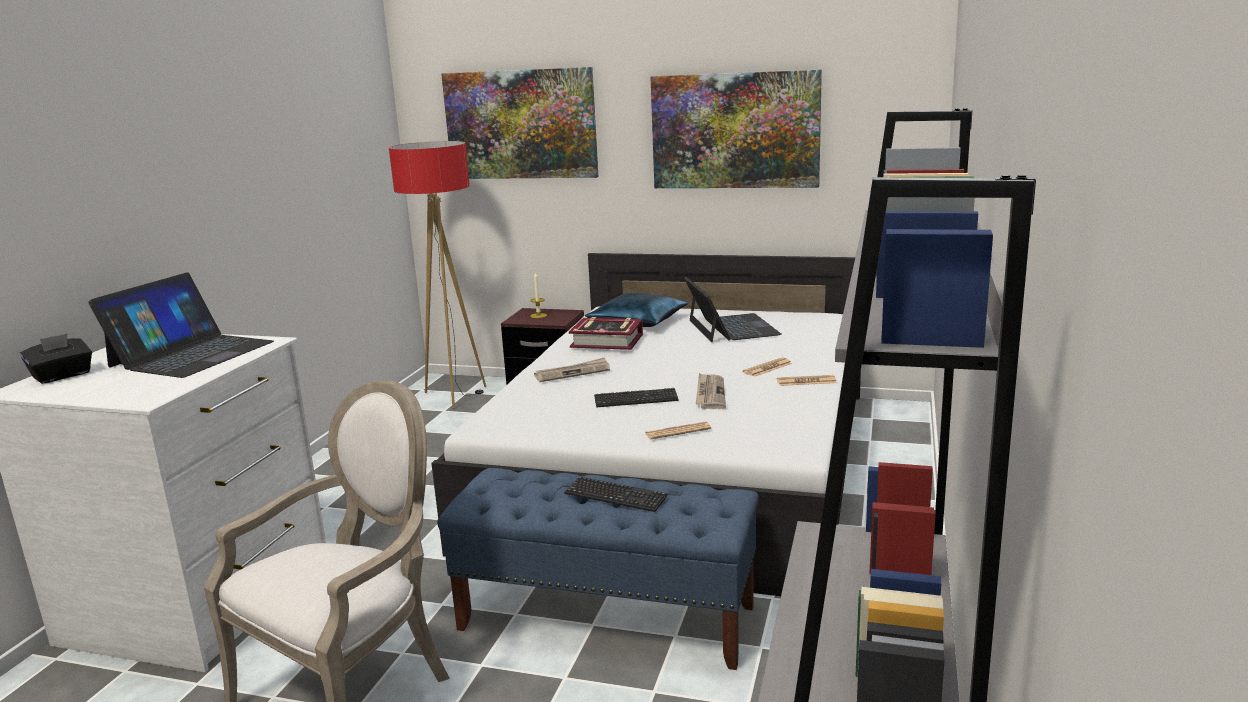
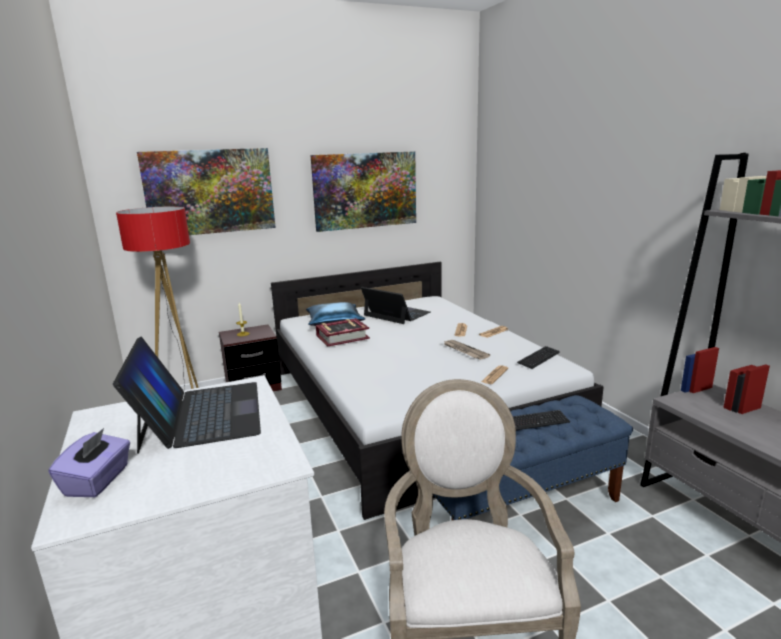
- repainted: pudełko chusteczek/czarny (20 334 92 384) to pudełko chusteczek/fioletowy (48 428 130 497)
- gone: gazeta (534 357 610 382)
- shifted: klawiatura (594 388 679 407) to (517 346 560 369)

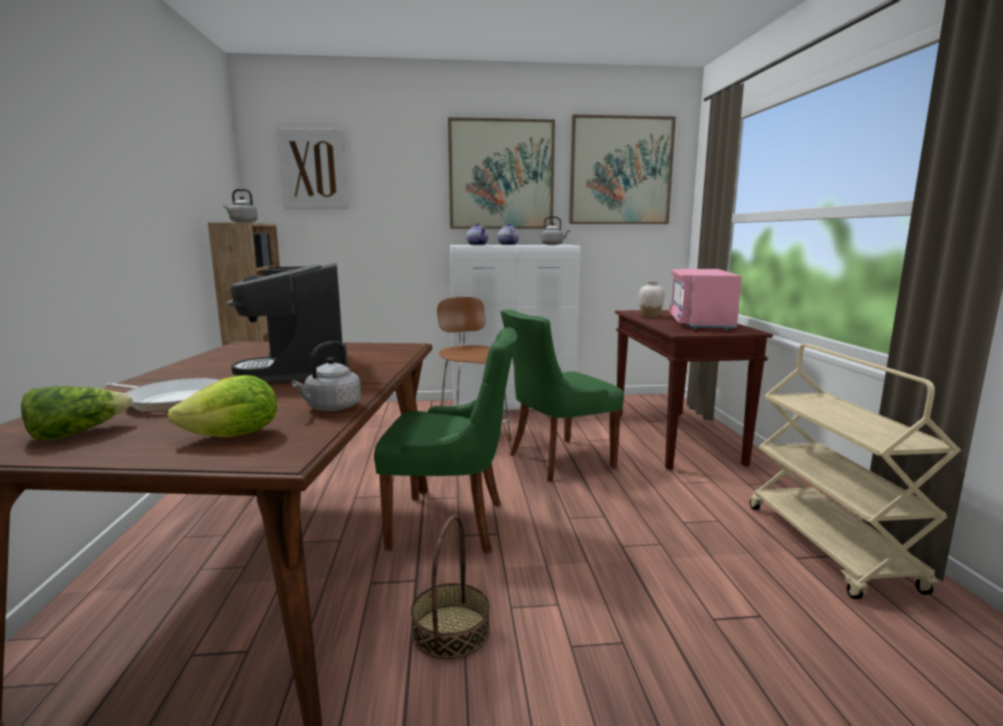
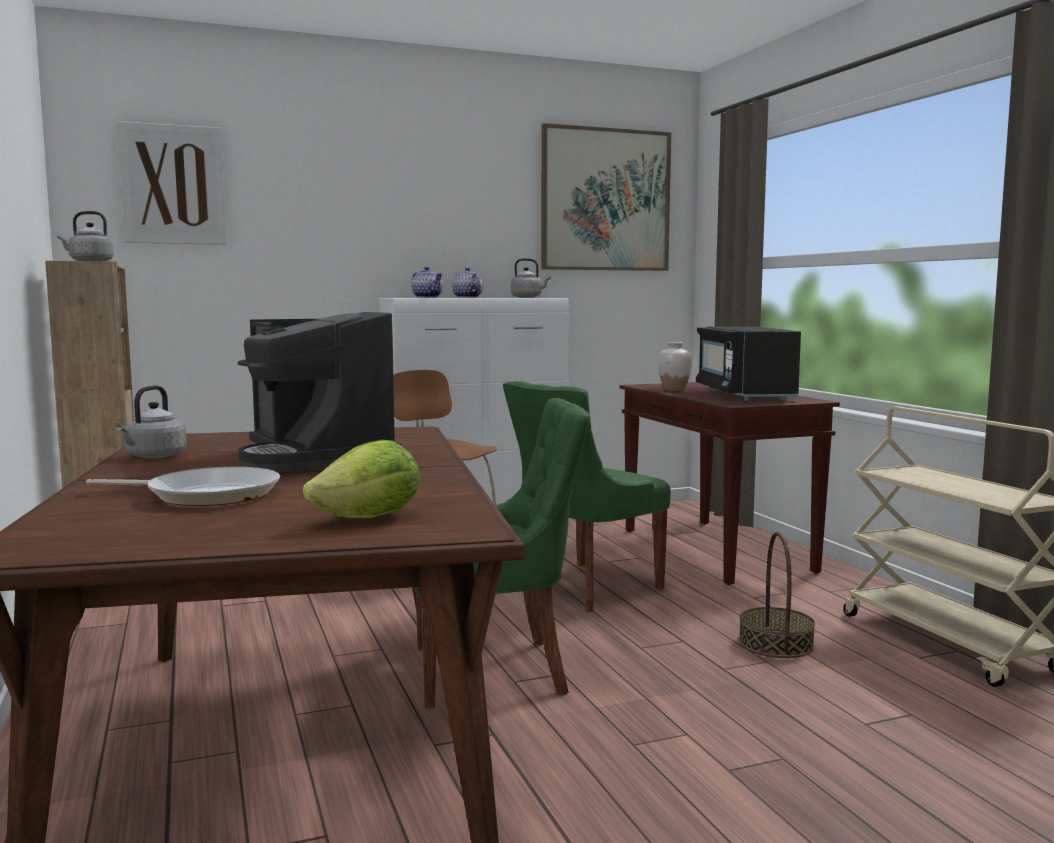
- gone: sałata (21 386 133 441)
- shifted: czajnik/szary (291 341 361 411) to (116 385 187 459)
- shifted: koszyk (411 515 490 659) to (739 532 815 658)
- gone: obraz (448 117 555 229)
- repainted: mikrofalówka/różowy (668 269 742 330) to mikrofalówka/czarny (696 326 801 401)

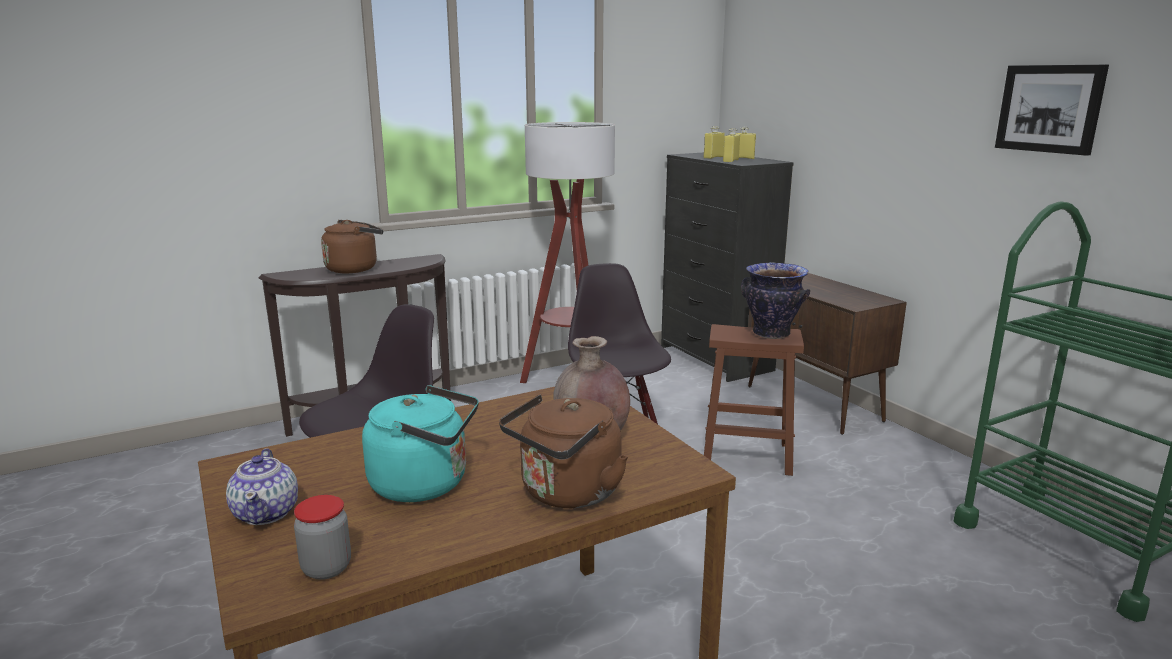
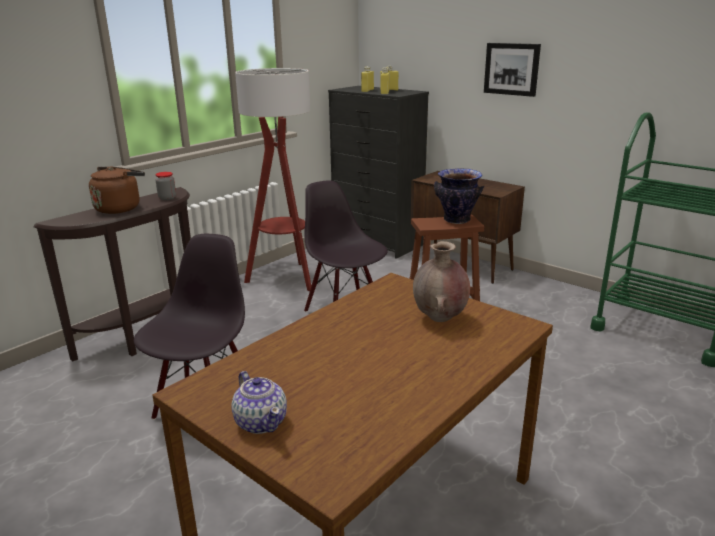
- shifted: słoik (294 495 351 580) to (155 172 176 200)
- gone: czajnik/turkusowy (362 385 479 502)
- gone: czajnik/brązowy (499 394 628 508)
- shifted: obraz (995 65 1109 156) to (484 43 541 97)

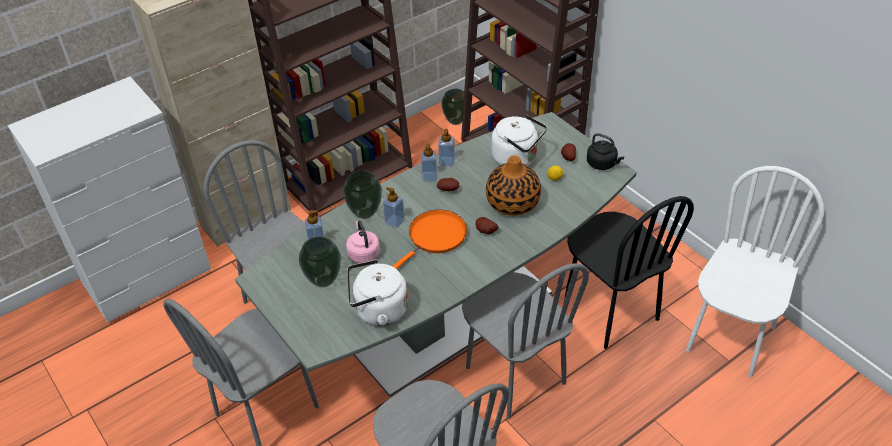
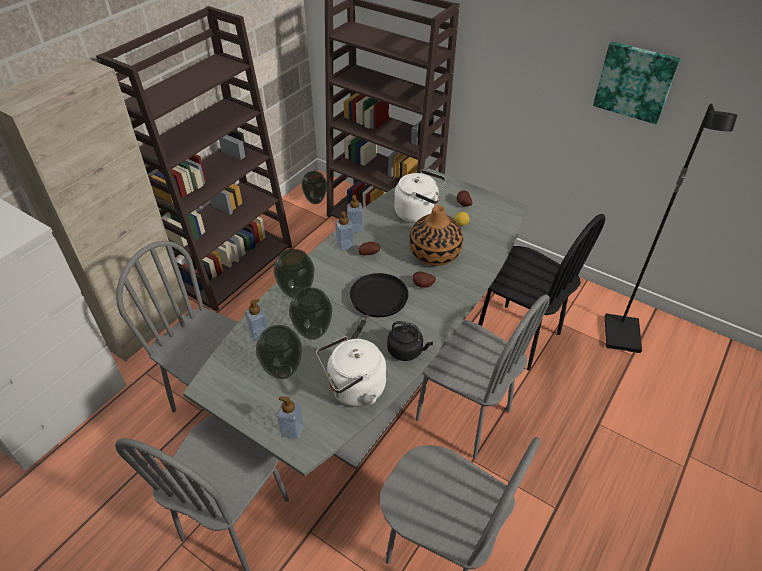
- swapped: czajnik/różowy (346 221 380 263) to wazon (289 287 333 340)
- shifted: dozownik mydła (383 187 405 228) to (277 397 304 439)
- repainted: patelnia/pomarańczowy (393 210 467 269) to patelnia/czarny (350 273 409 339)
- shifted: czajnik/czarny (587 133 624 170) to (387 321 433 361)
- swapped: krzesło/biały (686 166 824 378) to lampa stojąca/czarny (605 104 737 353)
- new: obraz (593 42 680 124)

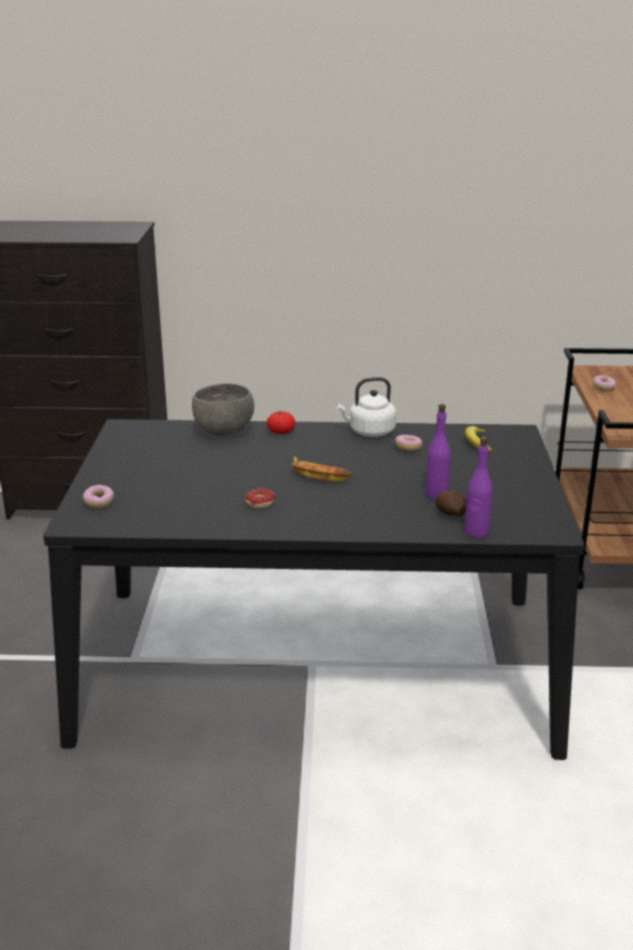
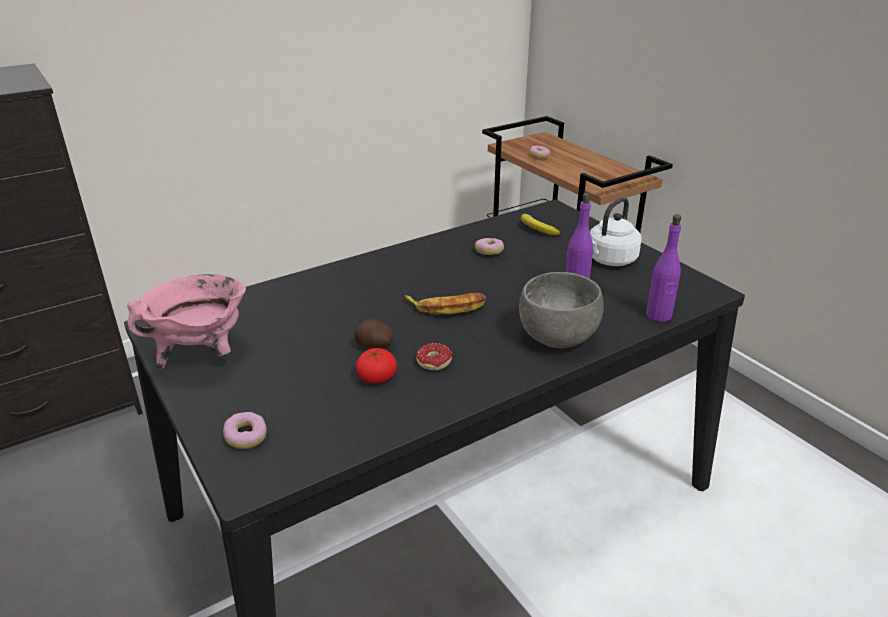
- shifted: miska/szary (192 383 254 436) to (519 272 604 348)
- shifted: pomidor (266 411 295 434) to (356 348 397 384)
- shifted: czajnik/biały (336 377 396 437) to (590 197 642 266)
- shifted: ziemniak (436 489 467 516) to (354 319 393 348)
- new: garnek/różowy (127 274 246 370)

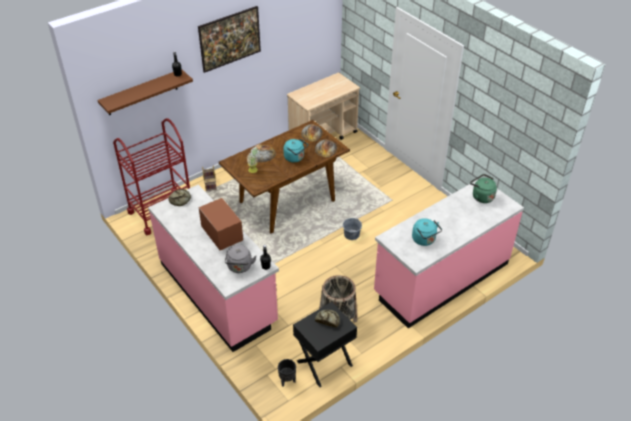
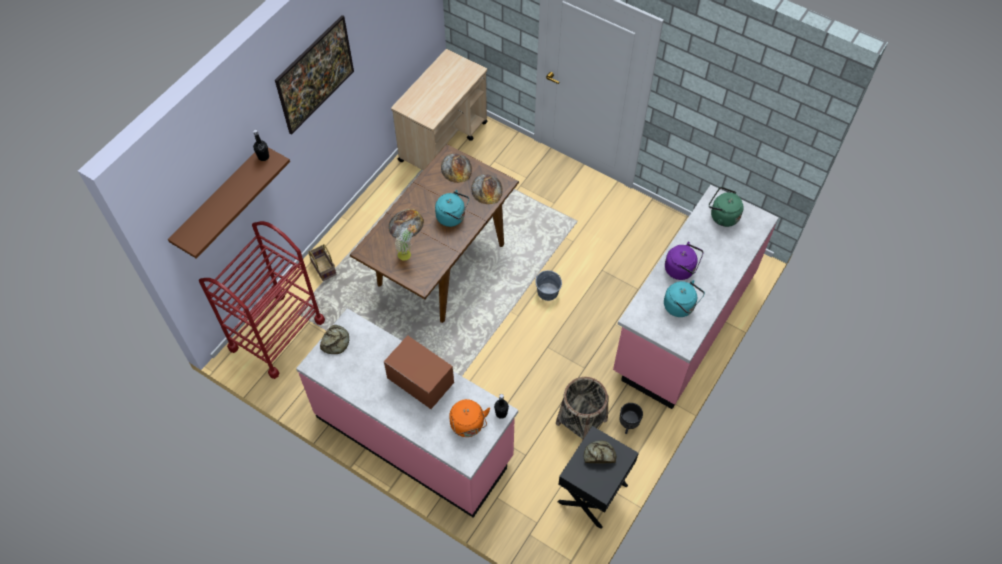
- repainted: czajnik/szary (225 245 257 273) to czajnik/pomarańczowy (449 399 490 437)
- shifted: donica/czarny (278 359 296 387) to (619 403 643 434)
- new: czajnik/fioletowy (665 241 704 280)

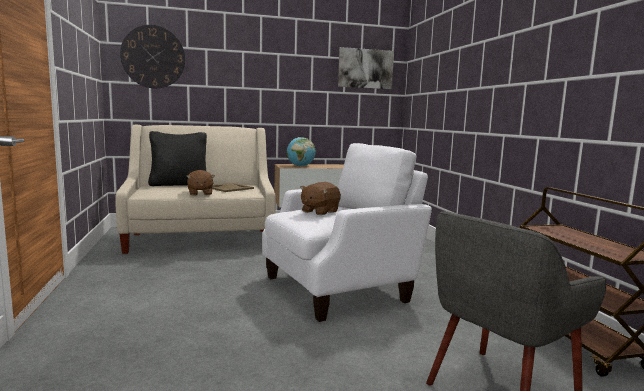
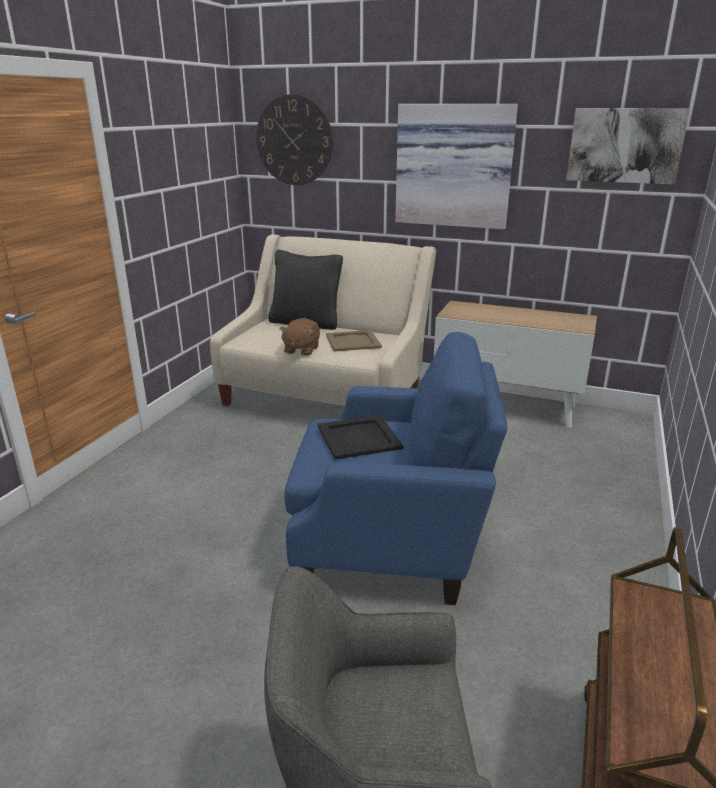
- repainted: fotel/biały (262 143 432 322) to fotel/niebieski (284 332 507 605)
- gone: globus (287 137 316 167)
- swapped: pluszak/brązowy (300 182 341 215) to taca/czarny (318 415 404 460)
- new: obraz (395 104 518 229)

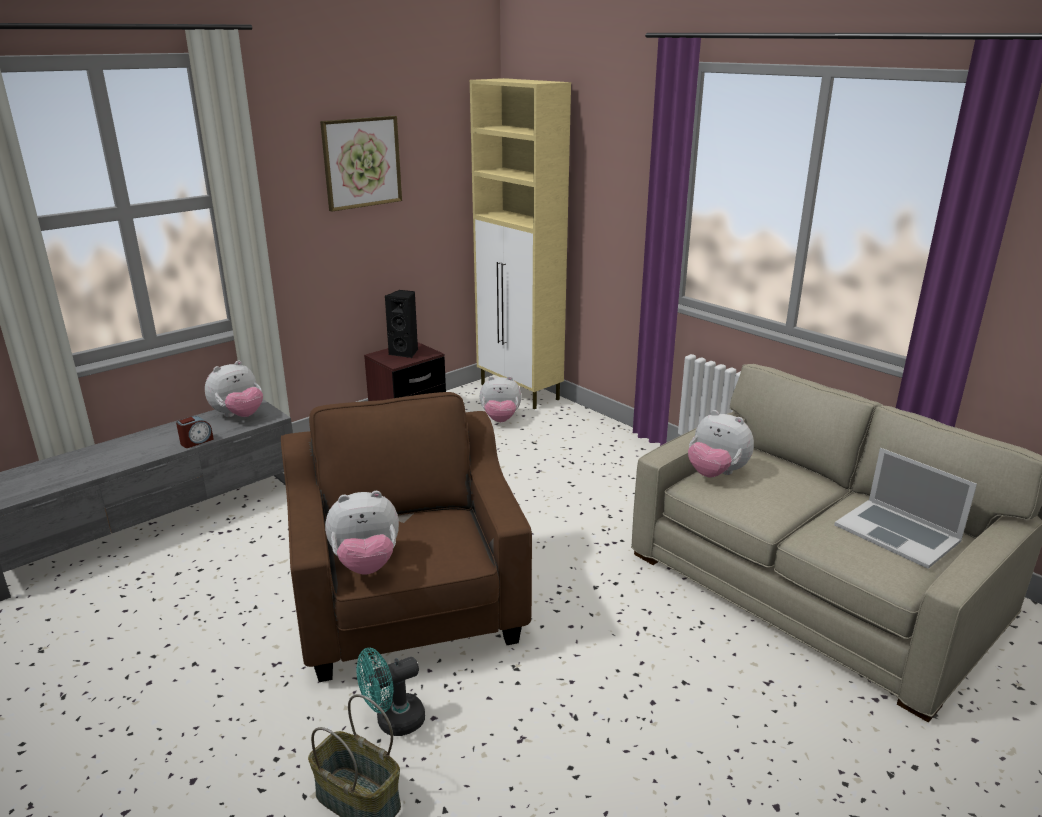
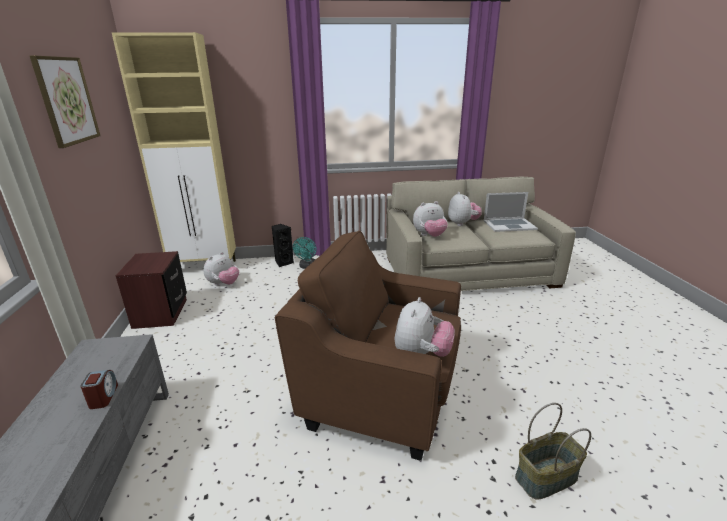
- shifted: pluszak (205 360 263 417) to (448 192 482 226)
- shifted: wentylator/turkusowy (356 648 425 736) to (293 237 316 269)
- shifted: głośnik/czarny (385 290 418 358) to (272 224 294 267)

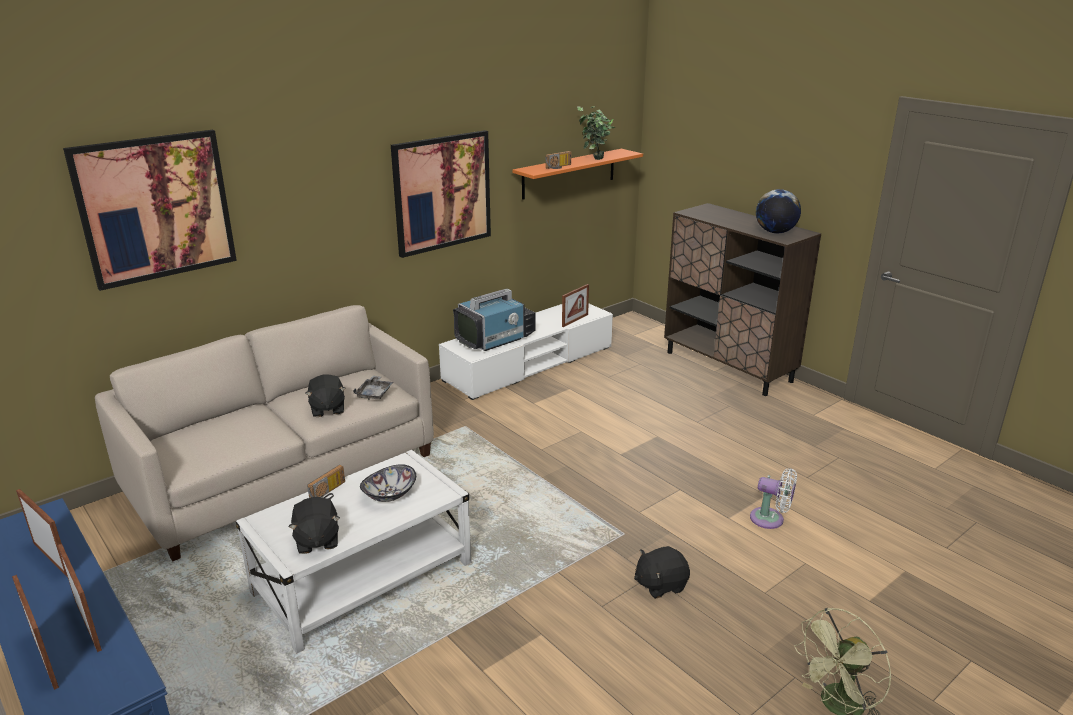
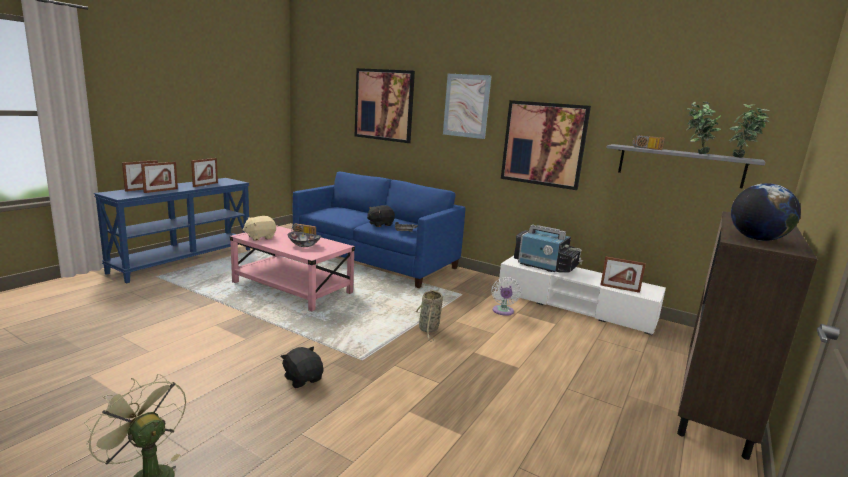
- repainted: kanapa/beżowy (95 305 434 561) to kanapa/niebieski (293 172 466 288)
- repainted: ława/biały (236 450 471 653) to ława/różowy (230 225 355 311)
- repainted: pluszak/czarny (288 497 340 554) to pluszak/beżowy (242 216 276 241)
- repainted: półka/pomarańczowy (512 149 643 200) to półka/szary (606 144 766 189)
- shifted: wentylator/biały (750 468 797 529) to (492 277 521 316)
- new: koszyk (415 289 443 342)
- new: obraz (443 74 491 139)
- new: roślina doniczkowa (729 104 770 158)

